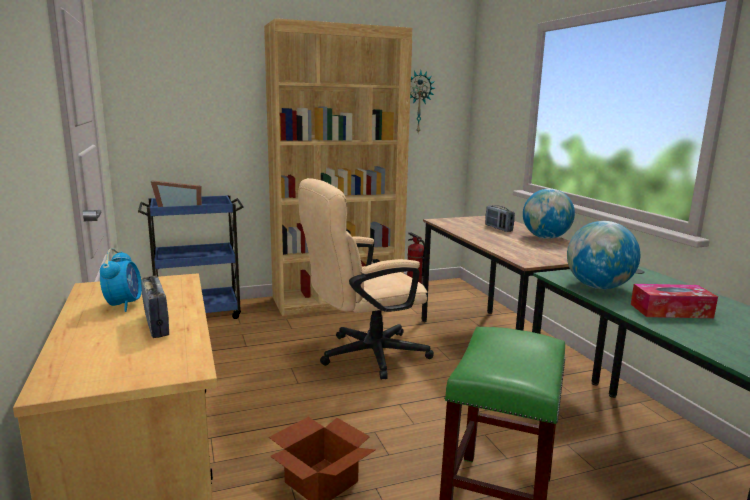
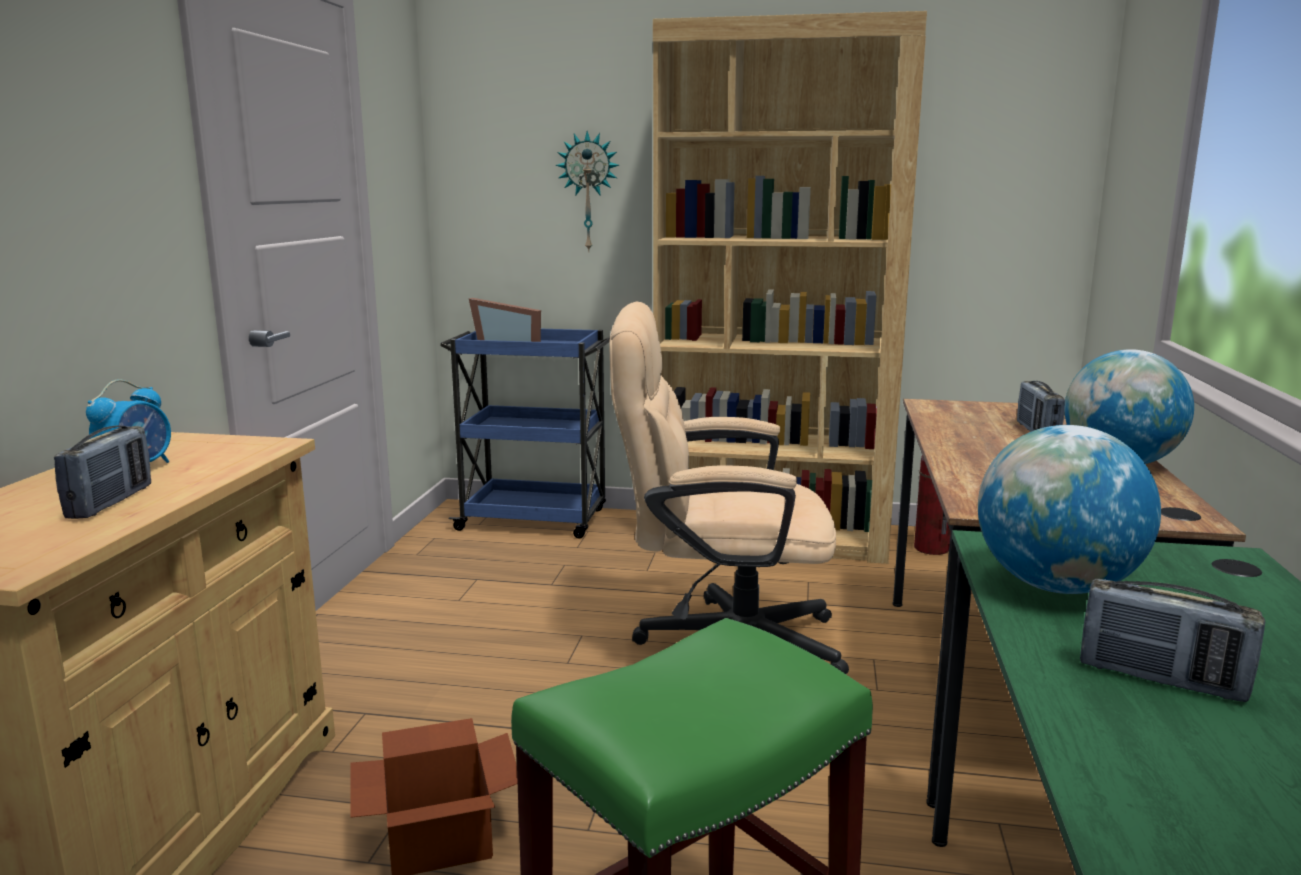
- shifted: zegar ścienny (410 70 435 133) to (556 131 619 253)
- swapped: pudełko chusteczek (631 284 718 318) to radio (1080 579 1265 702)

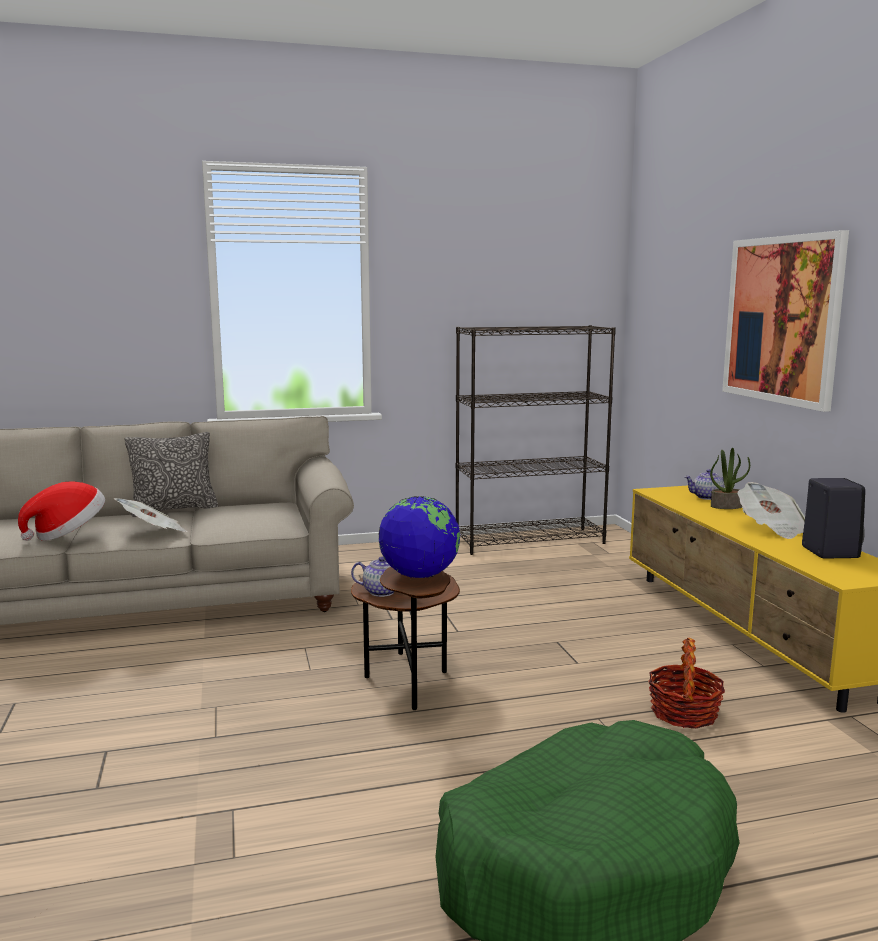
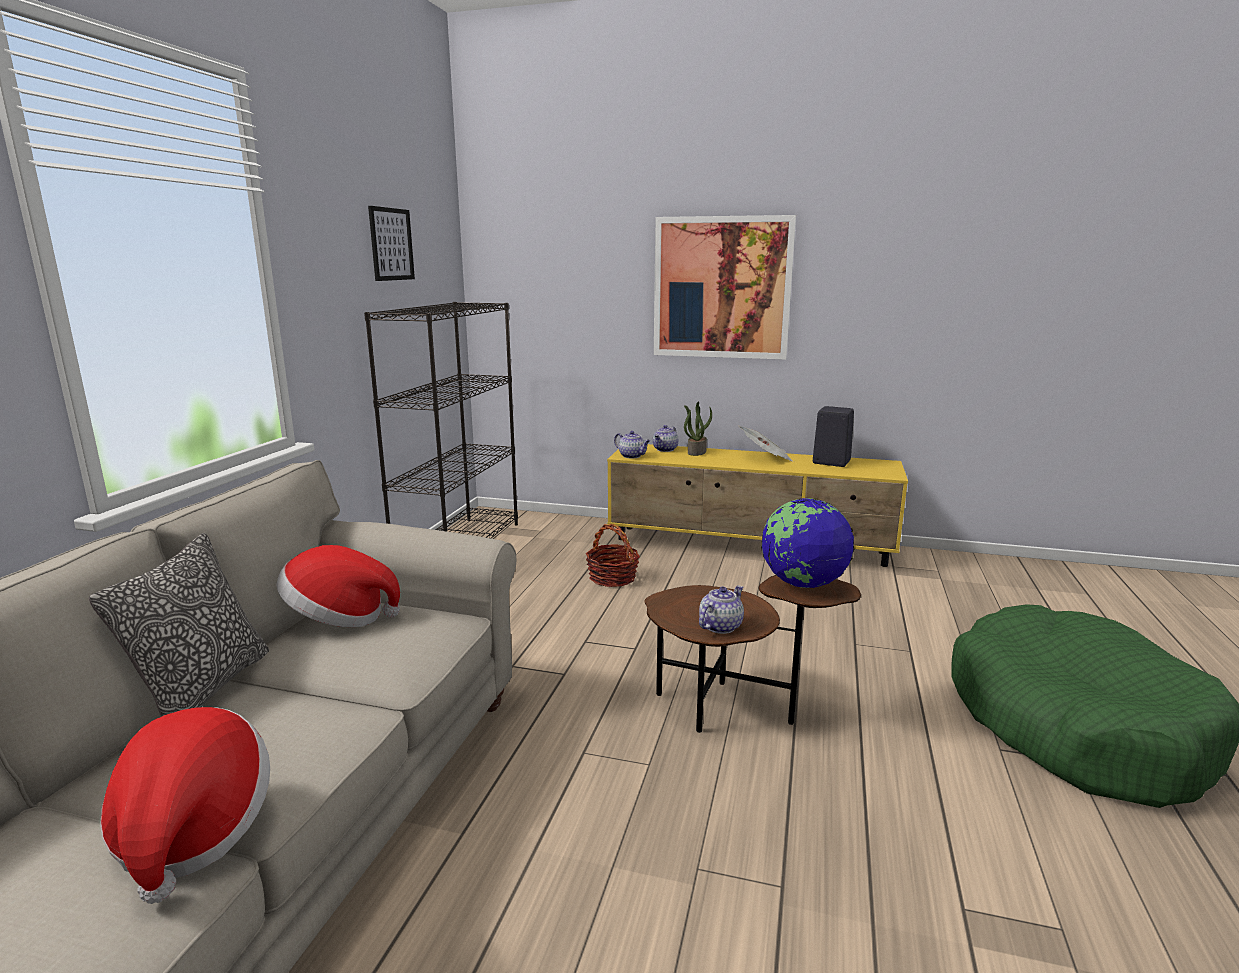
- gone: gazeta (114 498 187 532)
- shifted: koszyk (648 638 725 728) to (586 524 640 587)
- new: kapelusz (276 545 400 627)
- new: obraz (368 206 415 281)
- new: imbryk (614 431 650 459)

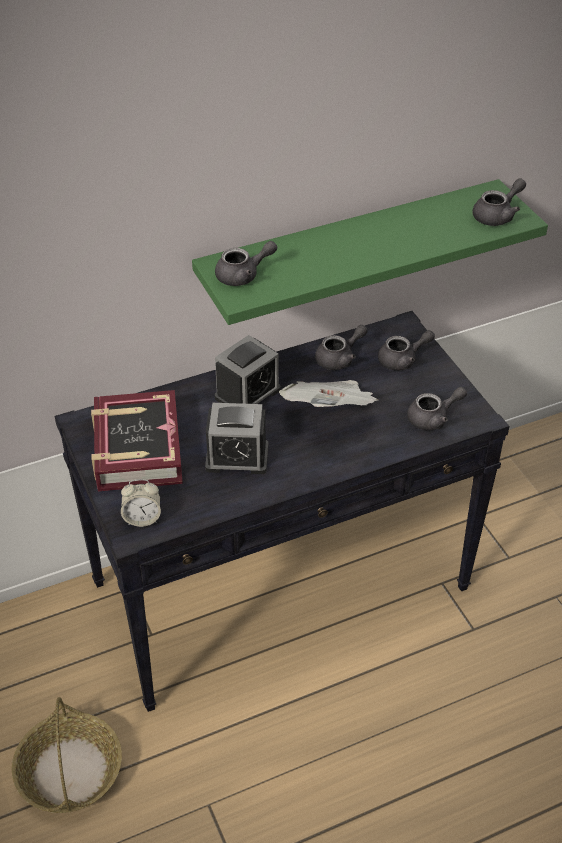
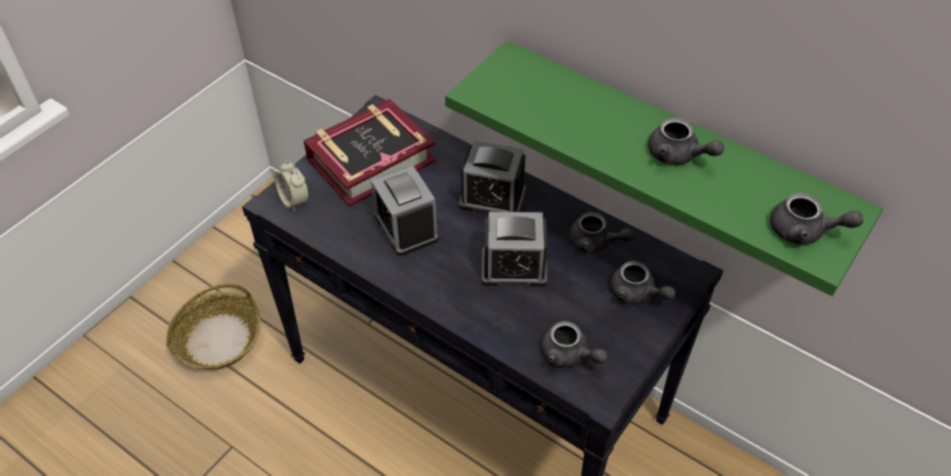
- shifted: imbryk/szary (215 241 277 286) to (648 118 724 165)
- swapped: gazeta (279 380 378 407) to budzik (482 212 547 287)

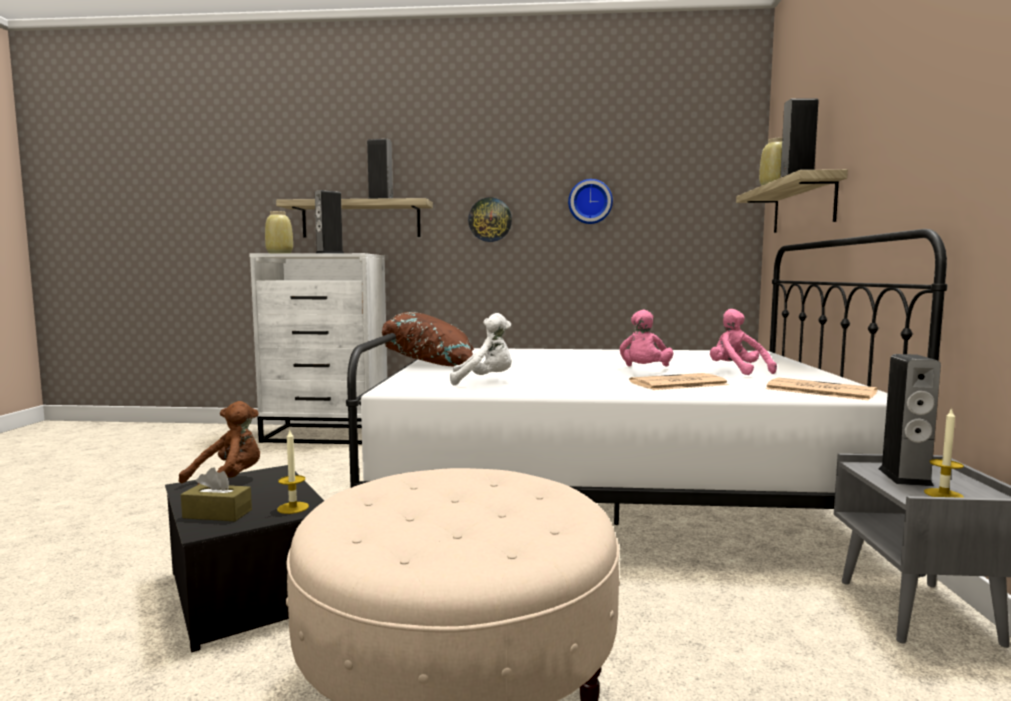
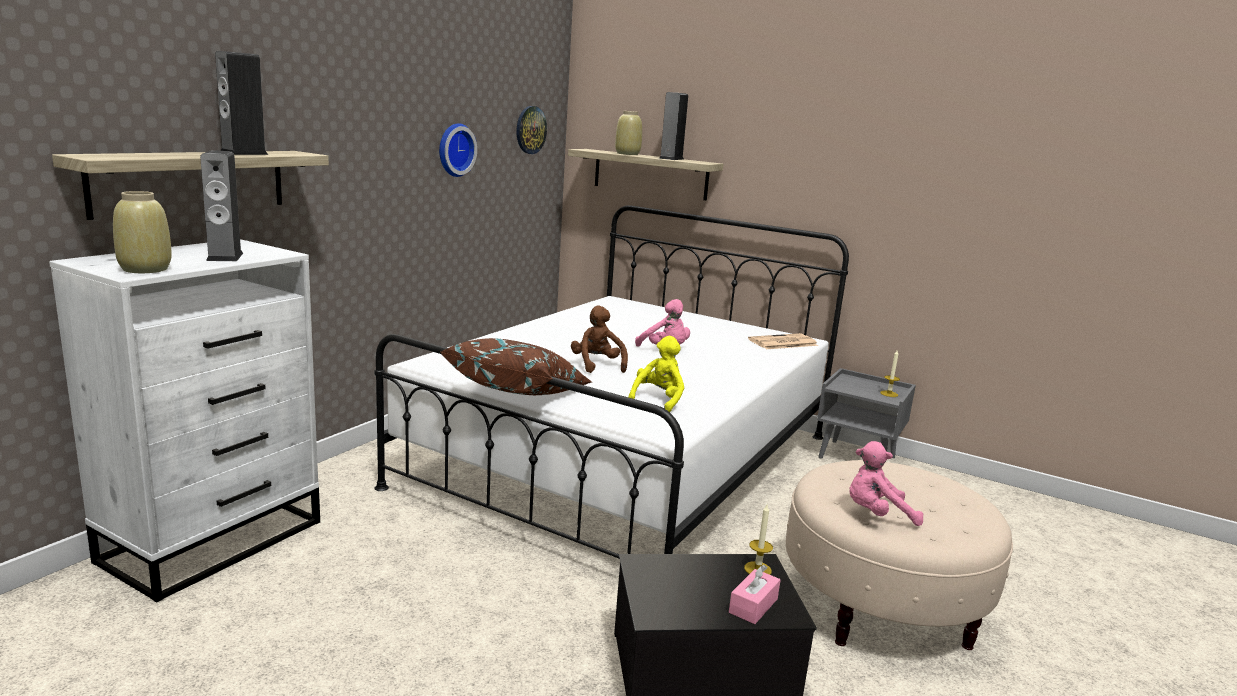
- shifted: pluszak/brązowy (179 401 260 485) to (571 306 628 373)
- repainted: pudełko chusteczek/brązowy (181 467 252 521) to pudełko chusteczek/różowy (729 565 780 624)
- repainted: pluszak/biały (450 313 512 385) to pluszak/żółty (628 336 684 412)
- shifted: zegar ścienny (468 198 512 242) to (516 106 547 154)
- gone: gazeta (629 373 729 390)
- shifted: pluszak/różowy (710 309 777 375) to (849 441 923 526)
- gone: głośnik (879 354 941 486)

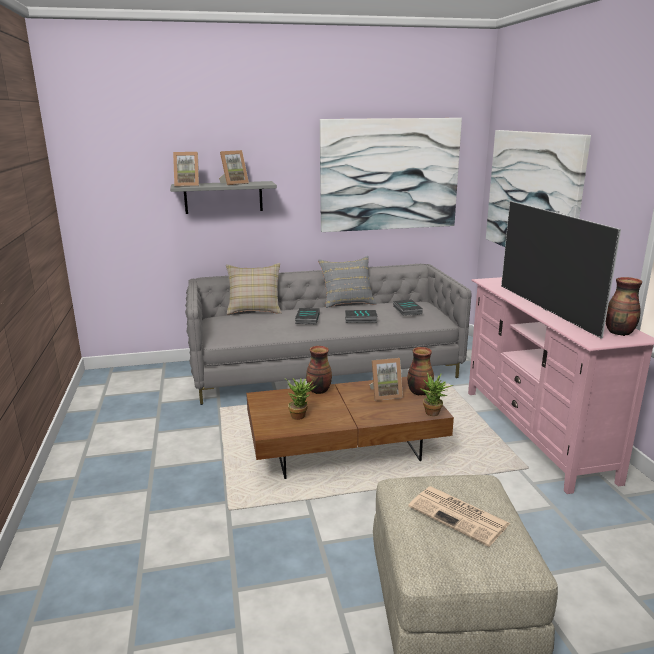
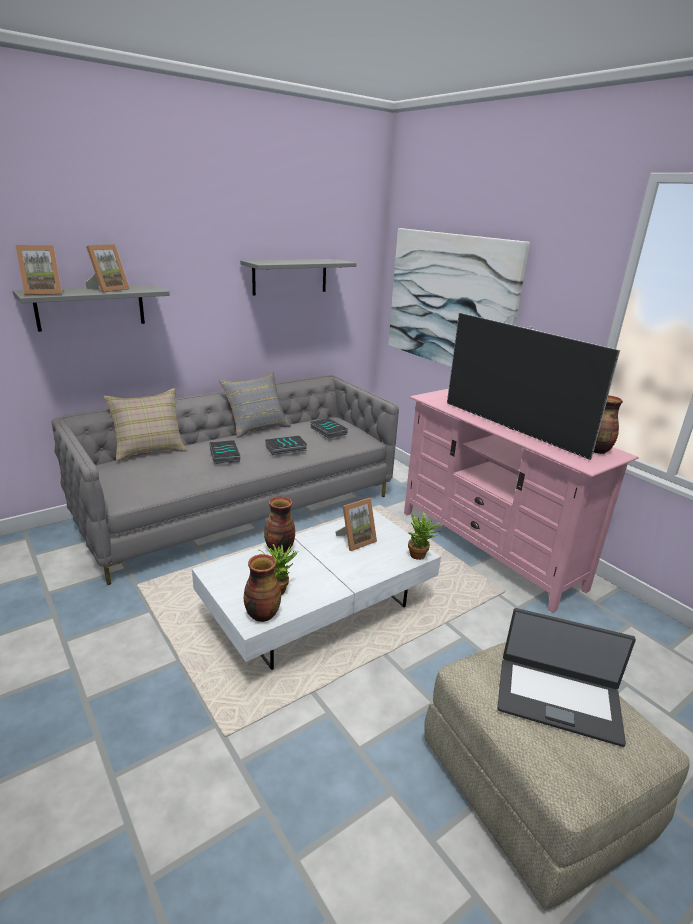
- repainted: ława/brązowy (246 377 454 479) to ława/biały (192 509 441 670)
- swapped: obraz (320 118 462 232) to półka/szary (240 259 357 296)
- shifted: wazon (407 347 434 396) to (244 554 281 622)
- swapped: gazeta (408 486 510 547) to laptop (497 608 636 747)

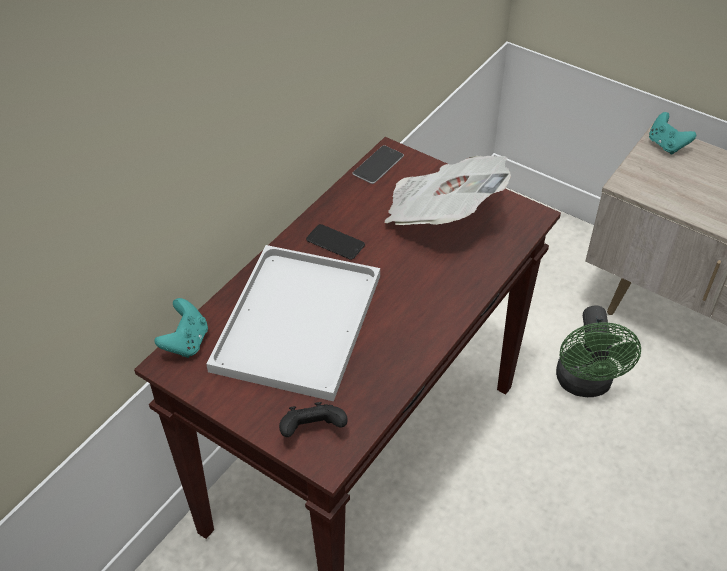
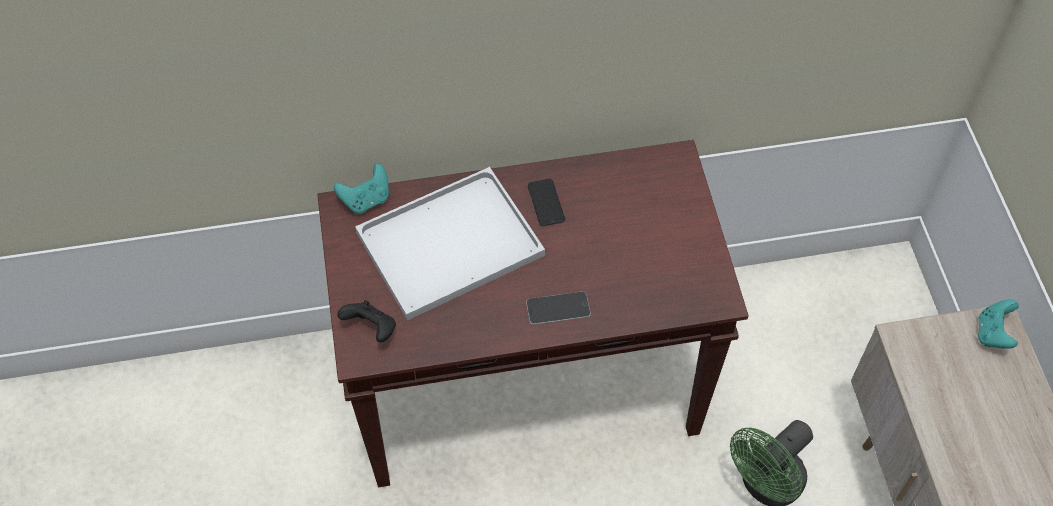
- shifted: telefon (353 145 404 184) to (526 291 591 325)
- gone: gazeta (385 156 511 225)

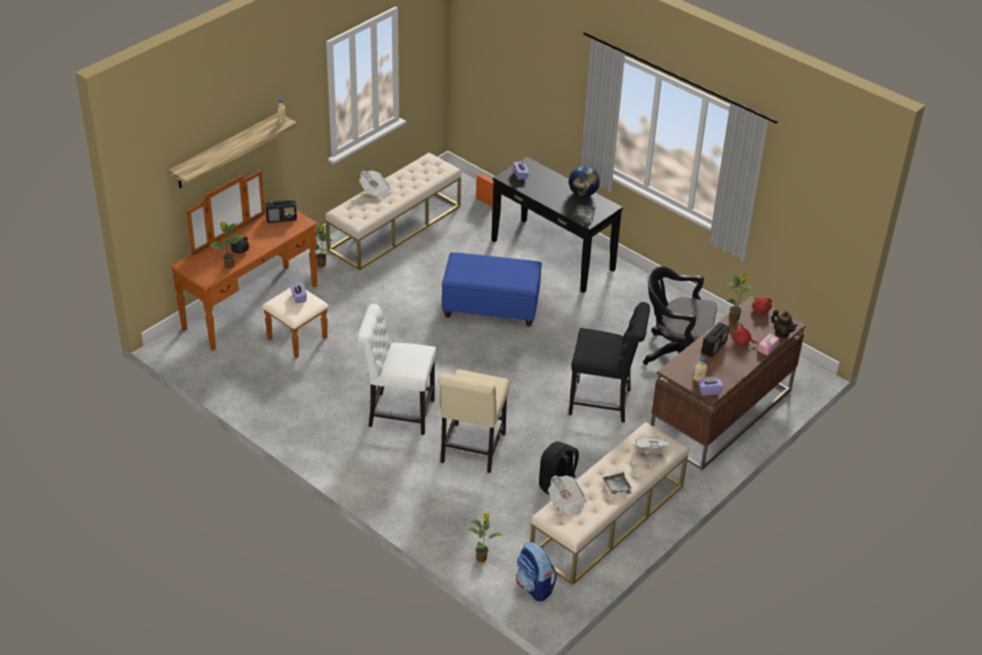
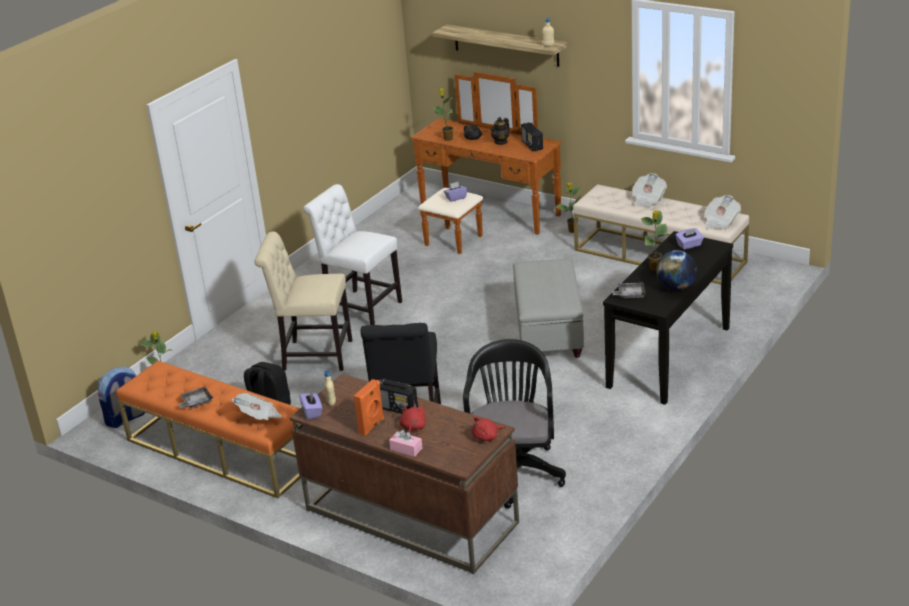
- rotated: krzesło/biały (357 304 436 435) = (303 184 402 325) 60 degrees counterclockwise
- repainted: pufa/niebieski (442 252 542 327) to pufa/szary (513 259 584 358)
- shifted: głośnik/pomarańczowy (476 173 494 207) to (354 379 384 436)
- repainted: ławka/beżowy (530 422 689 585) to ławka/pomarańczowy (116 361 301 498)
- shifted: gazeta (548 475 587 517) to (704 195 741 229)
- shifted: roślina doniczkowa (727 274 755 322) to (641 210 668 271)
- shifted: imbryk (771 309 798 338) to (490 117 510 145)

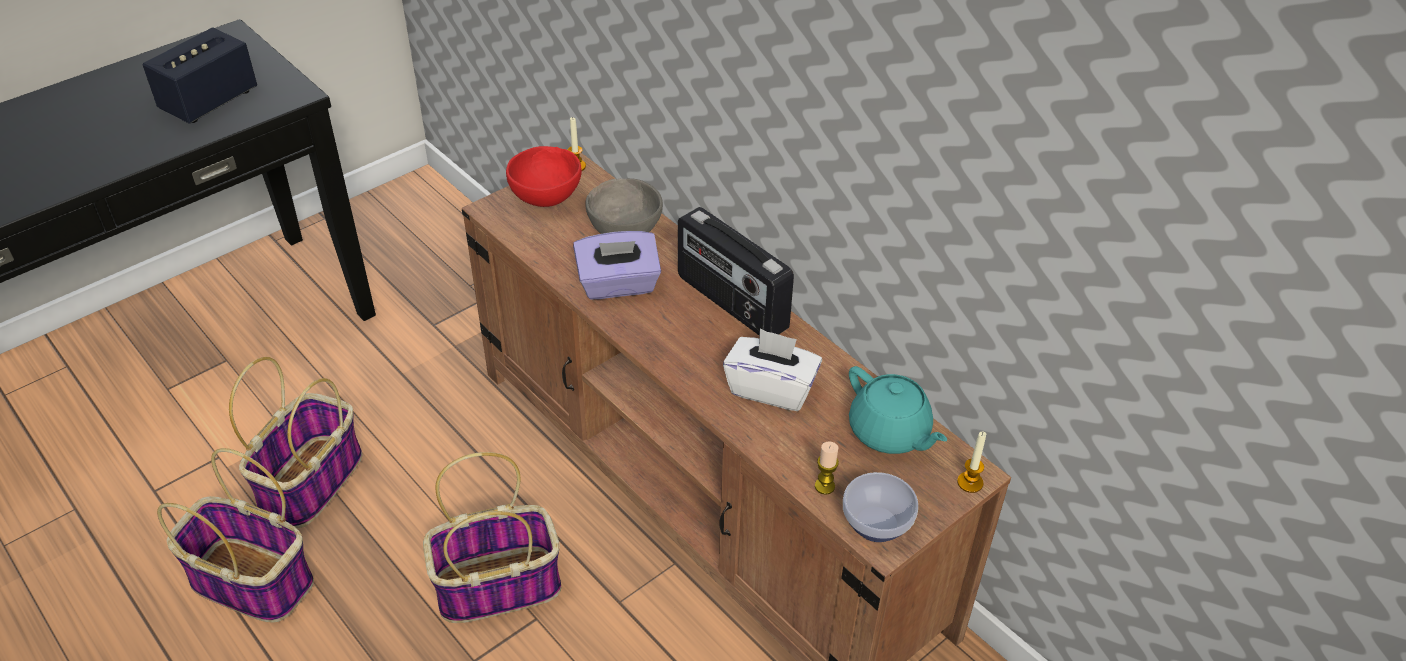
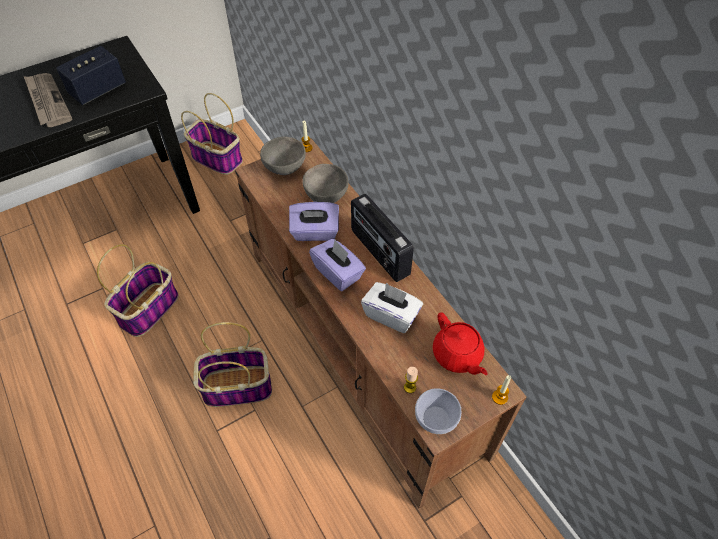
- shifted: koszyk (157 448 314 623) to (181 93 243 175)
- repainted: miska/czerwony (506 146 582 207) to miska/szary (260 137 306 175)
- repainted: imbryk/turkusowy (849 366 947 454) to imbryk/czerwony (433 312 488 375)
- new: gazeta (24 73 73 127)
- new: pudełko chusteczek/fioletowy (309 239 366 291)

